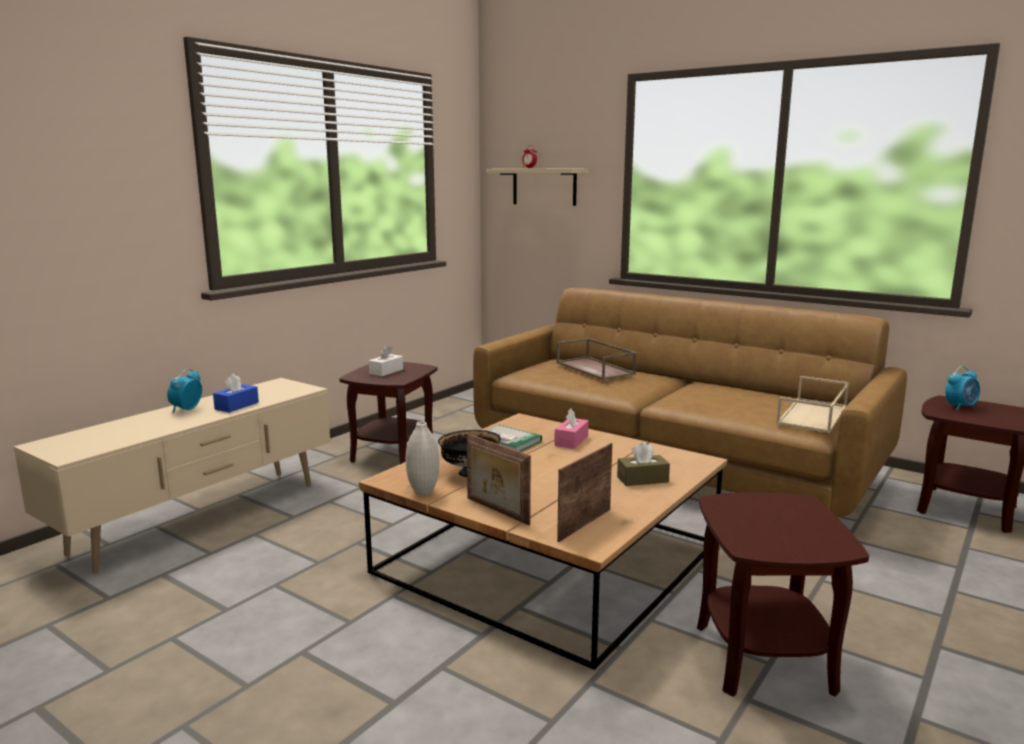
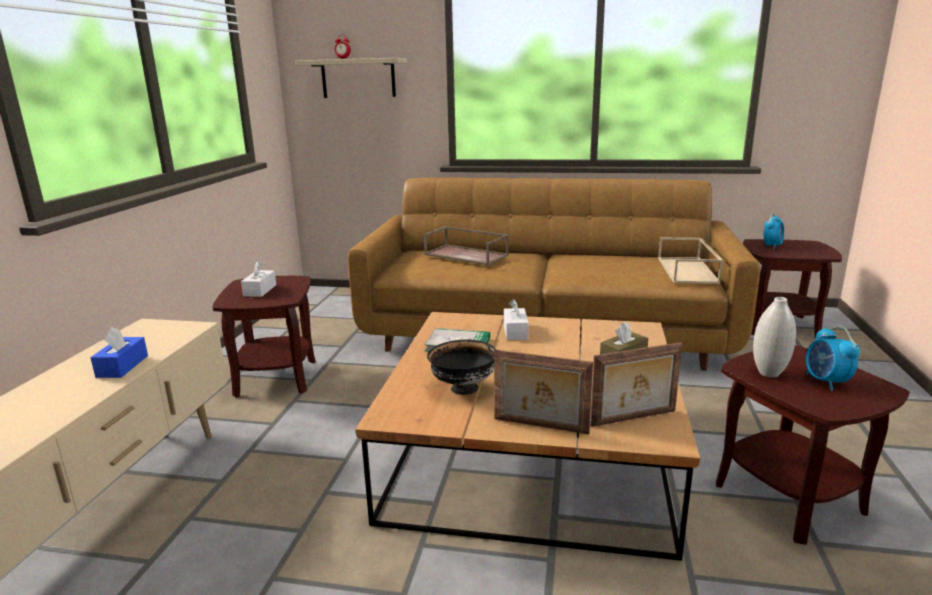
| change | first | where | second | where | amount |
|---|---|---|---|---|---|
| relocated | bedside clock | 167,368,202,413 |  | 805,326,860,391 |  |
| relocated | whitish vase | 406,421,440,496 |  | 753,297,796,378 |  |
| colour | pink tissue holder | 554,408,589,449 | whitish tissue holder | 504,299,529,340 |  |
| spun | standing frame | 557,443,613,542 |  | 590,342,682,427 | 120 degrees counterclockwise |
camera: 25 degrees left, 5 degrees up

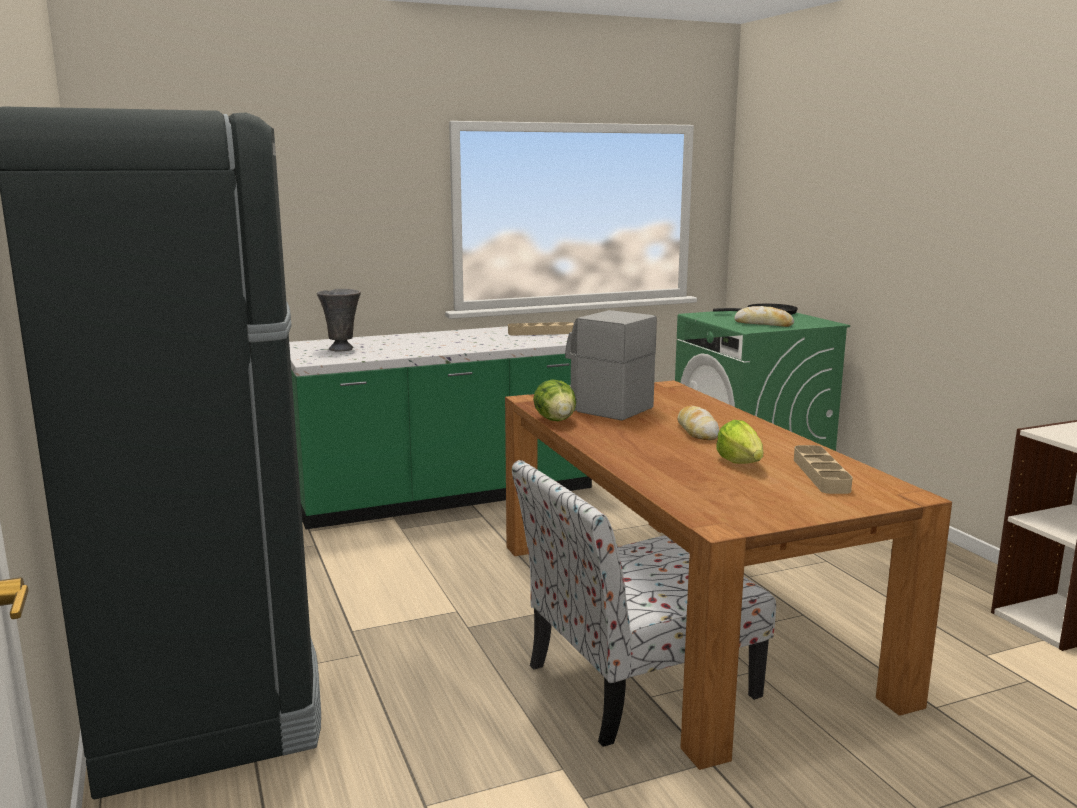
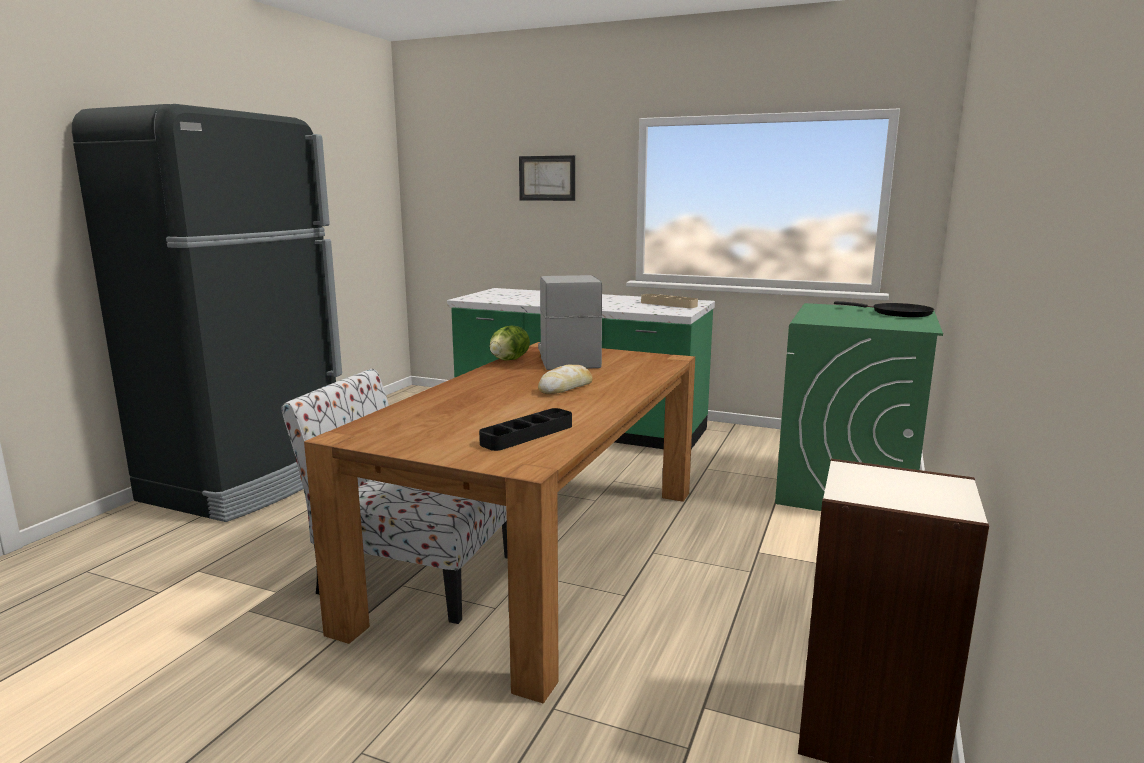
| change | first | where | second | where | amount |
|---|---|---|---|---|---|
| missing | gray vase | 317,289,361,352 |  |  |  |
| missing | lettuce | 716,420,763,464 |  |  |  |
| missing | bakery bread | 734,306,794,327 |  |  |  |
| appeared |  |  | wall art | 519,155,575,201 |  |
| colour | beige-coloured carrying tray | 794,445,853,494 | black carrying tray | 479,408,572,451 |  |
camera: 45 degrees right, 0 degrees up

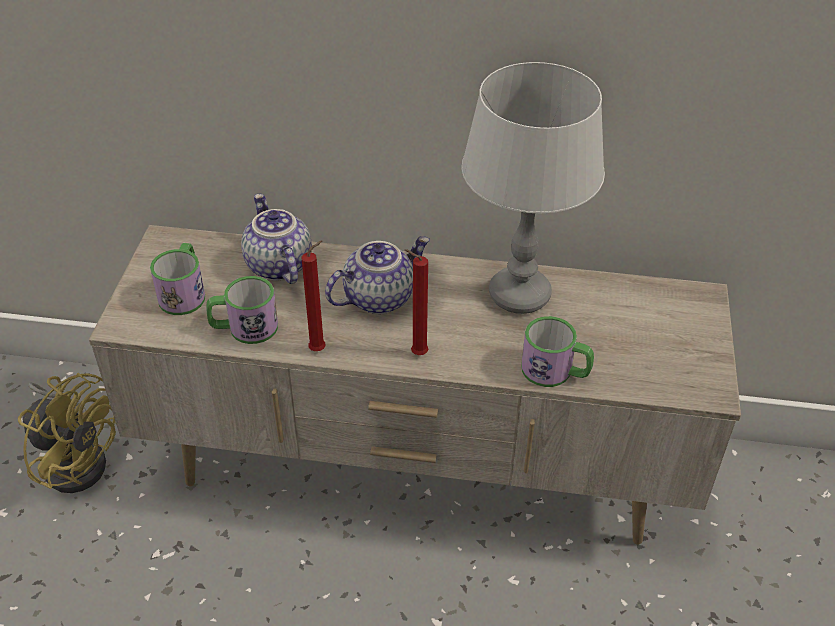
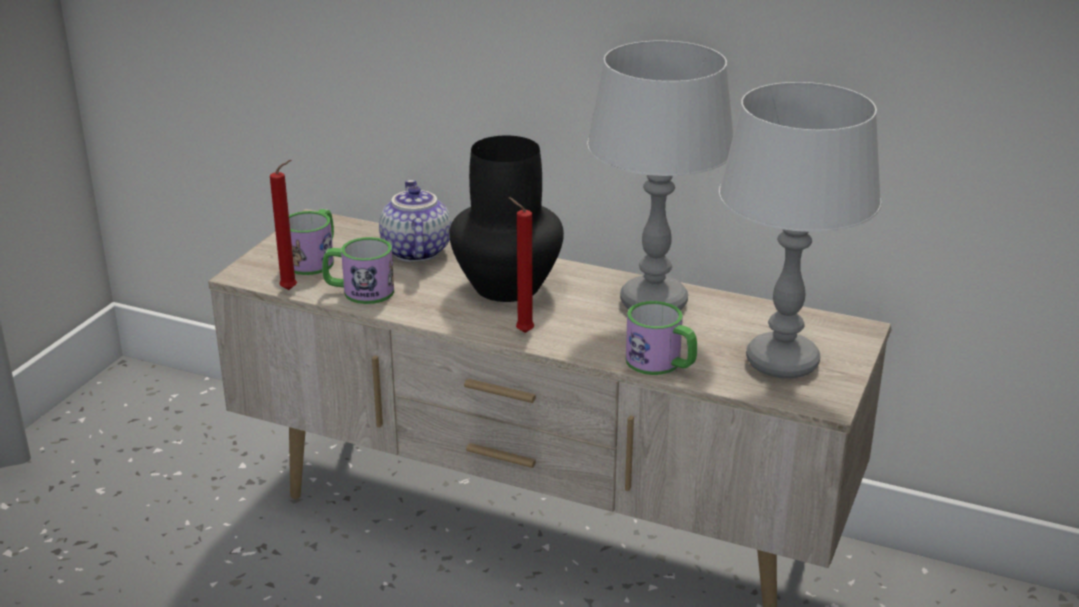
| change | first | where | second | where | amount |
|---|---|---|---|---|---|
| missing | yellowish electric fan | 18,373,116,493 |  |  |  |
| appeared |  |  | gray lamp for a table | 719,82,881,378 |  |
| relocated | reddish wax light | 301,240,326,351 |  | 270,160,297,290 |  |
| exchanged | pot for tea | 325,236,430,314 | black vase | 449,135,564,302 |  |
camera: 15 degrees right, 15 degrees down

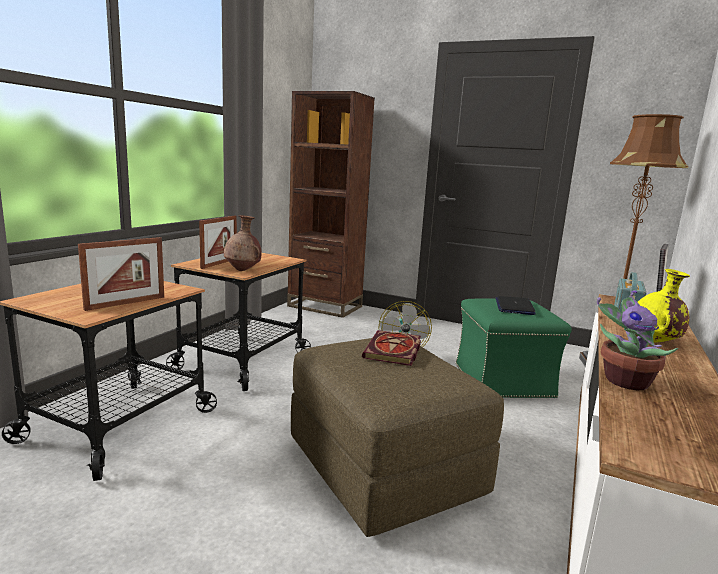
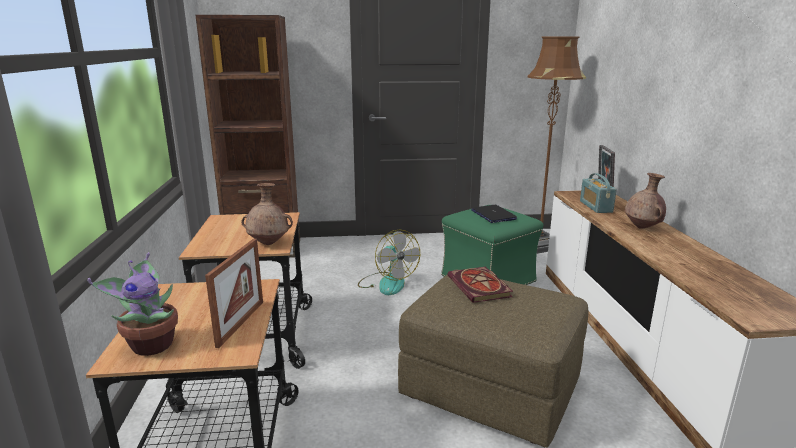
| change | first | where | second | where | amount |
|---|---|---|---|---|---|
| missing | standing frame | 199,216,237,269 |  |  |  |
| relocated | plant in a pot | 597,290,678,390 |  | 87,252,178,356 |  |
| colour | yellowish vase | 638,269,690,343 | brown-coloured vase | 625,173,666,229 |  |
camera: 30 degrees left, 5 degrees up

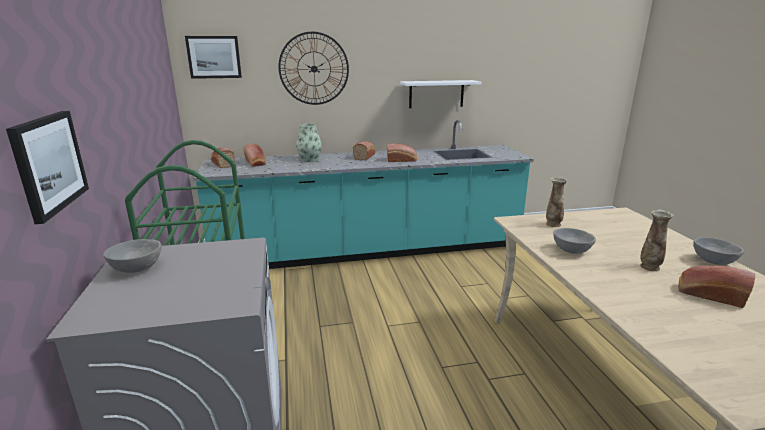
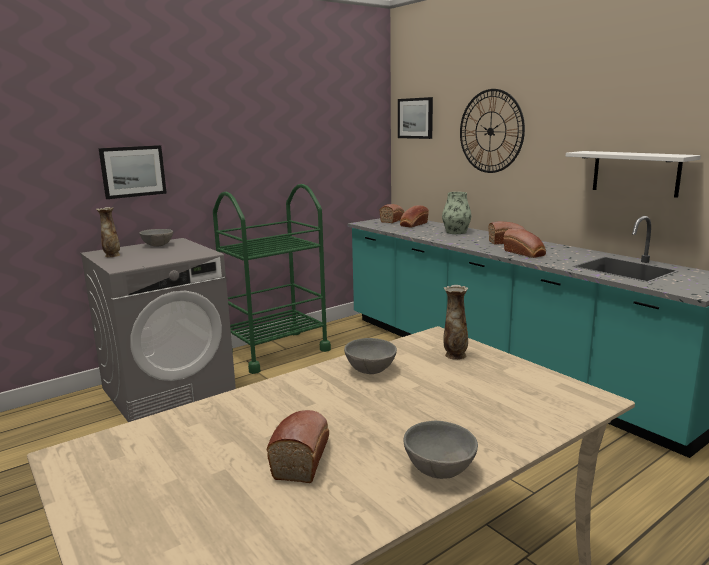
| change | first | where | second | where | amount |
|---|---|---|---|---|---|
| relocated | vase | 640,209,674,271 |  | 96,207,120,257 |  |
camera: 65 degrees right, 5 degrees down

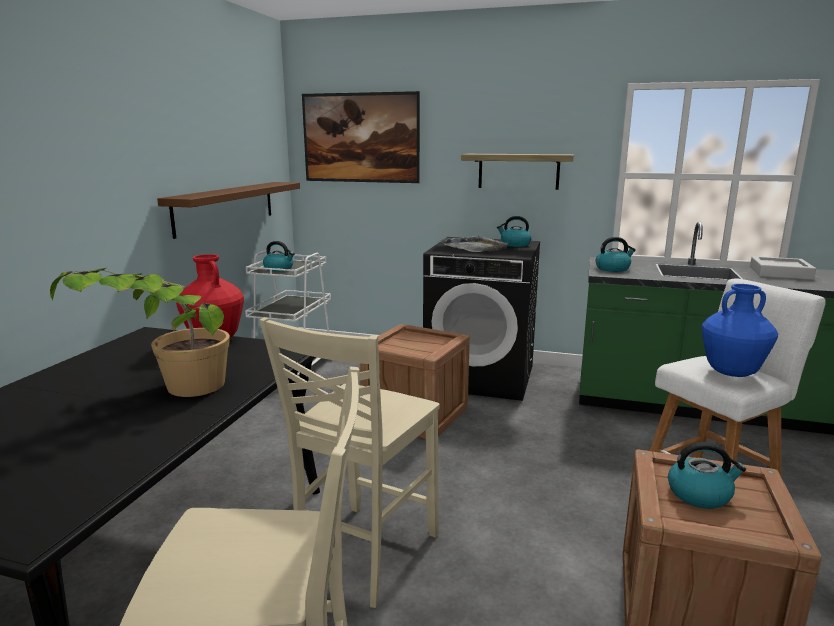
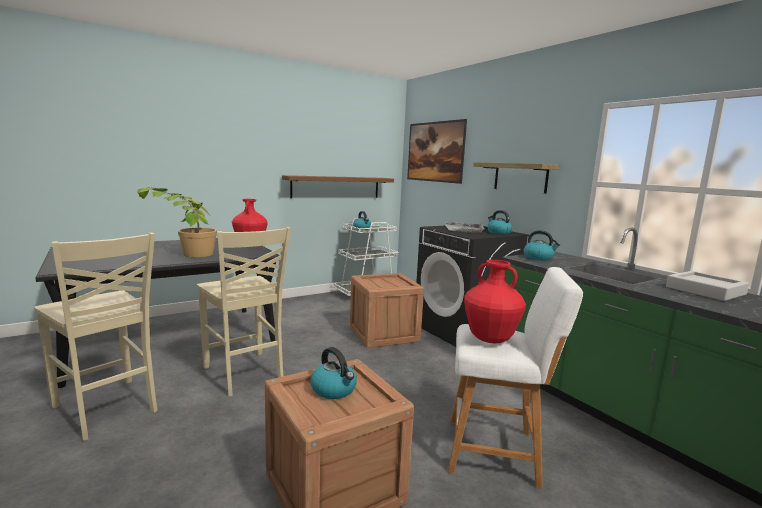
| change | first | where | second | where | amount |
|---|---|---|---|---|---|
| colour | bluish vase | 702,284,778,377 | reddish vase | 464,260,526,343 |  |
| spun | beige-coloured upright chair | 259,317,440,608 |  | 197,227,291,397 | 105 degrees counterclockwise |
camera: 40 degrees right, 5 degrees down

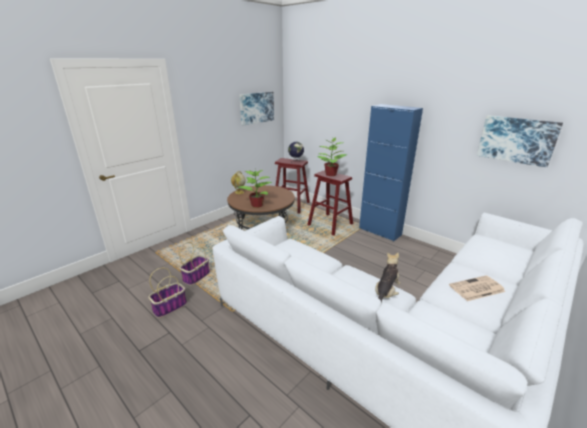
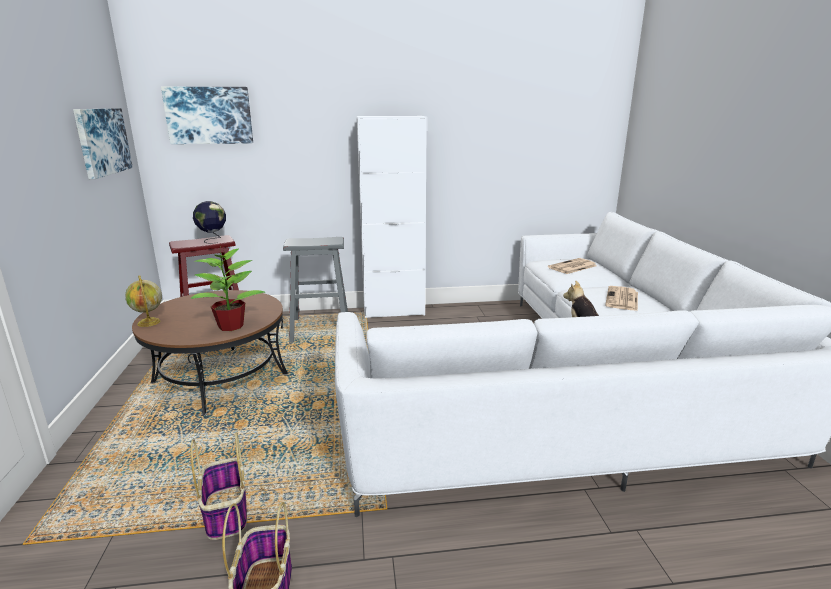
| change | first | where | second | where | amount |
|---|---|---|---|---|---|
| missing | plant in a pot | 317,138,347,176 |  |  |  |
| appeared |  |  | printed paper | 548,258,597,274 |  |
| relocated | wall art | 477,115,563,168 |  | 161,87,253,144 |  |
| colour | reddish stool seat | 307,170,353,236 | gray stool seat | 283,237,348,343 |  |
| colour | bluish cabinet | 359,104,423,241 | whitish cabinet | 357,116,427,318 |  |
camera: 50 degrees left, 5 degrees down

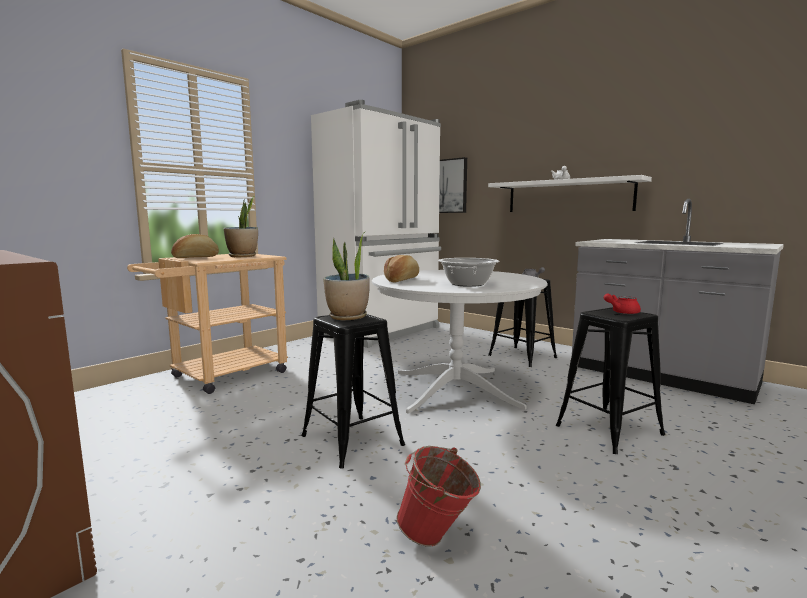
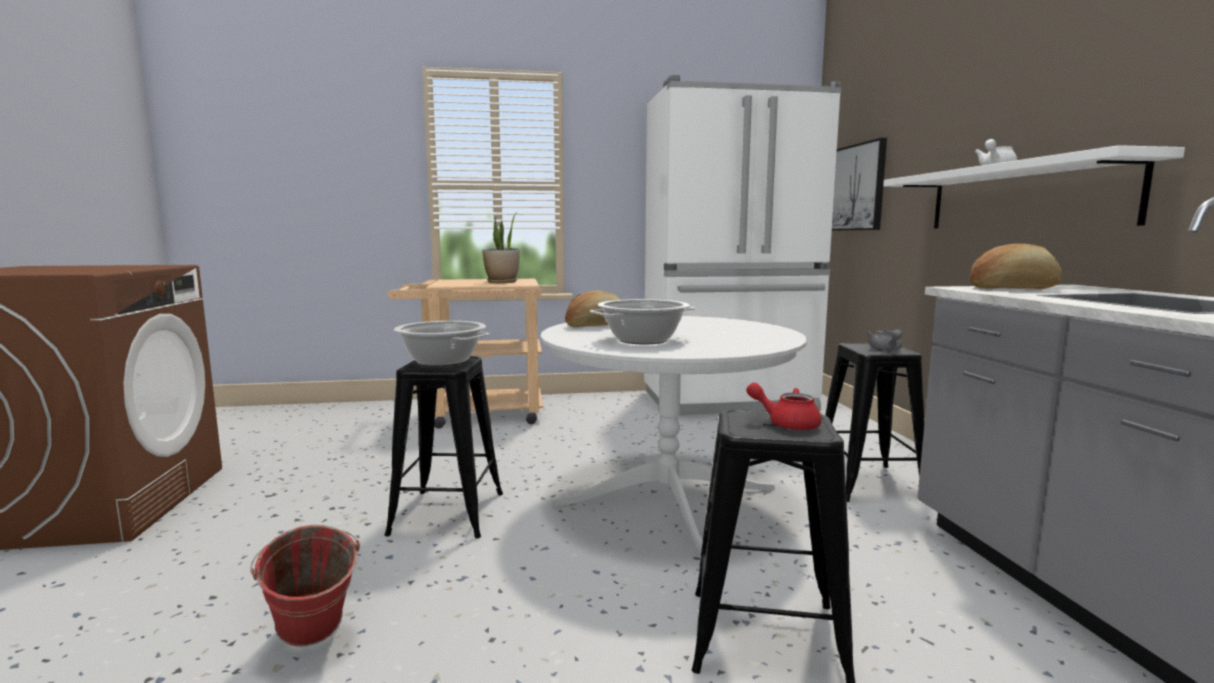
| change | first | where | second | where | amount |
|---|---|---|---|---|---|
| relocated | bakery bread | 171,234,219,258 |  | 970,244,1063,289 |  |
| exchanged | plant in a pot | 323,232,370,320 | cooking pot | 394,321,490,366 |  |
camera: 40 degrees right, 0 degrees up

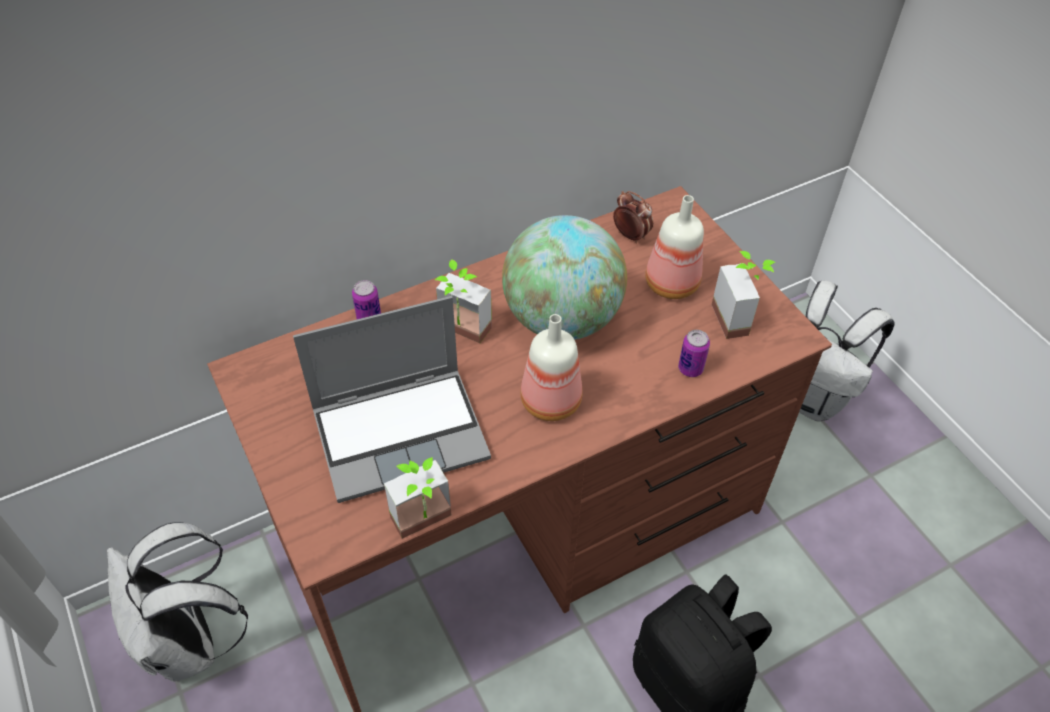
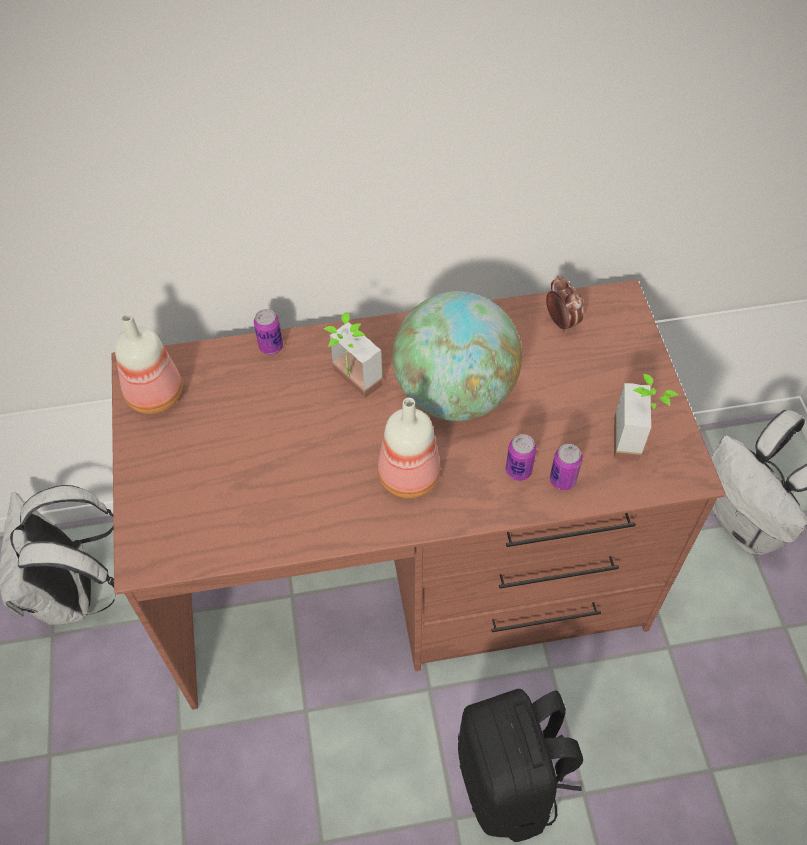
| change | first | where | second | where | amount |
|---|---|---|---|---|---|
| missing | notebook computer | 293,296,491,503 |  |  |  |
| missing | plant in a pot | 384,457,451,539 |  |  |  |
| appeared |  |  | sealed can | 506,434,537,481 |  |
| relocated | bottle | 645,195,704,299 |  | 115,313,183,414 |  |
camera: 20 degrees right, 5 degrees up

